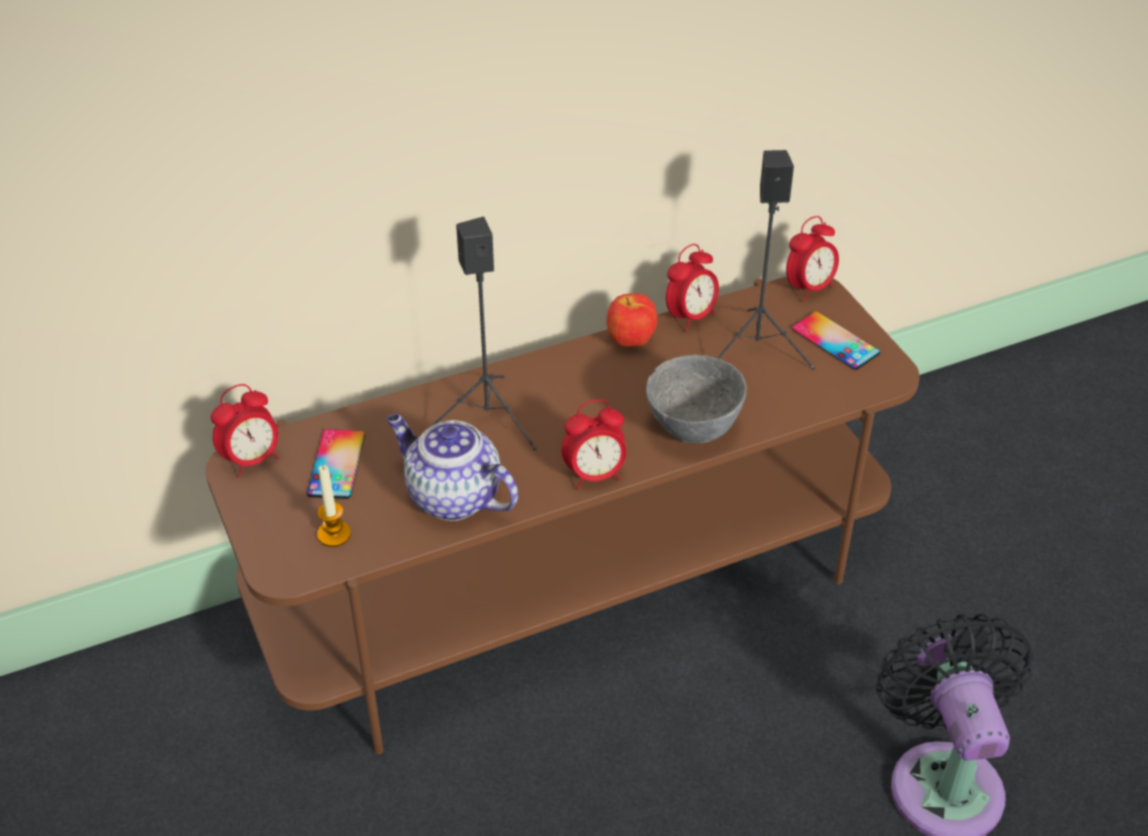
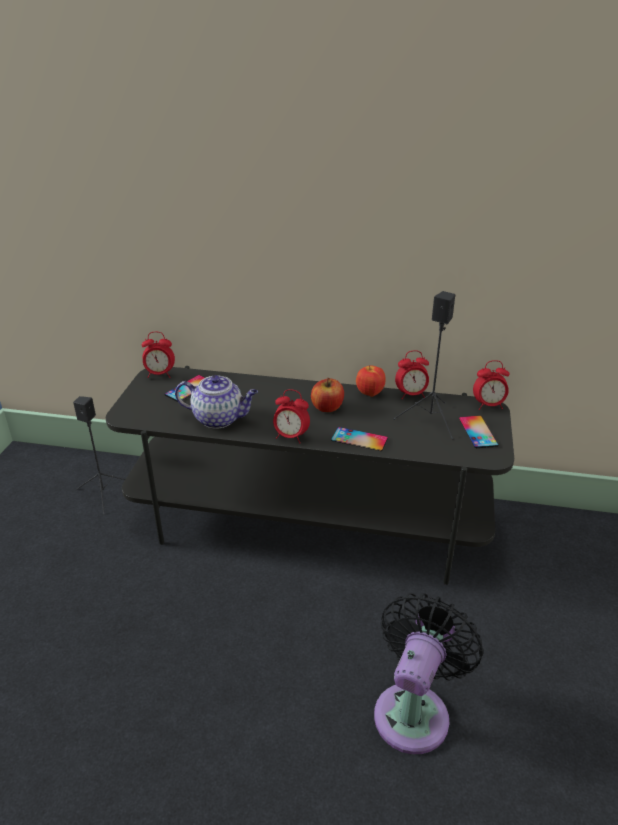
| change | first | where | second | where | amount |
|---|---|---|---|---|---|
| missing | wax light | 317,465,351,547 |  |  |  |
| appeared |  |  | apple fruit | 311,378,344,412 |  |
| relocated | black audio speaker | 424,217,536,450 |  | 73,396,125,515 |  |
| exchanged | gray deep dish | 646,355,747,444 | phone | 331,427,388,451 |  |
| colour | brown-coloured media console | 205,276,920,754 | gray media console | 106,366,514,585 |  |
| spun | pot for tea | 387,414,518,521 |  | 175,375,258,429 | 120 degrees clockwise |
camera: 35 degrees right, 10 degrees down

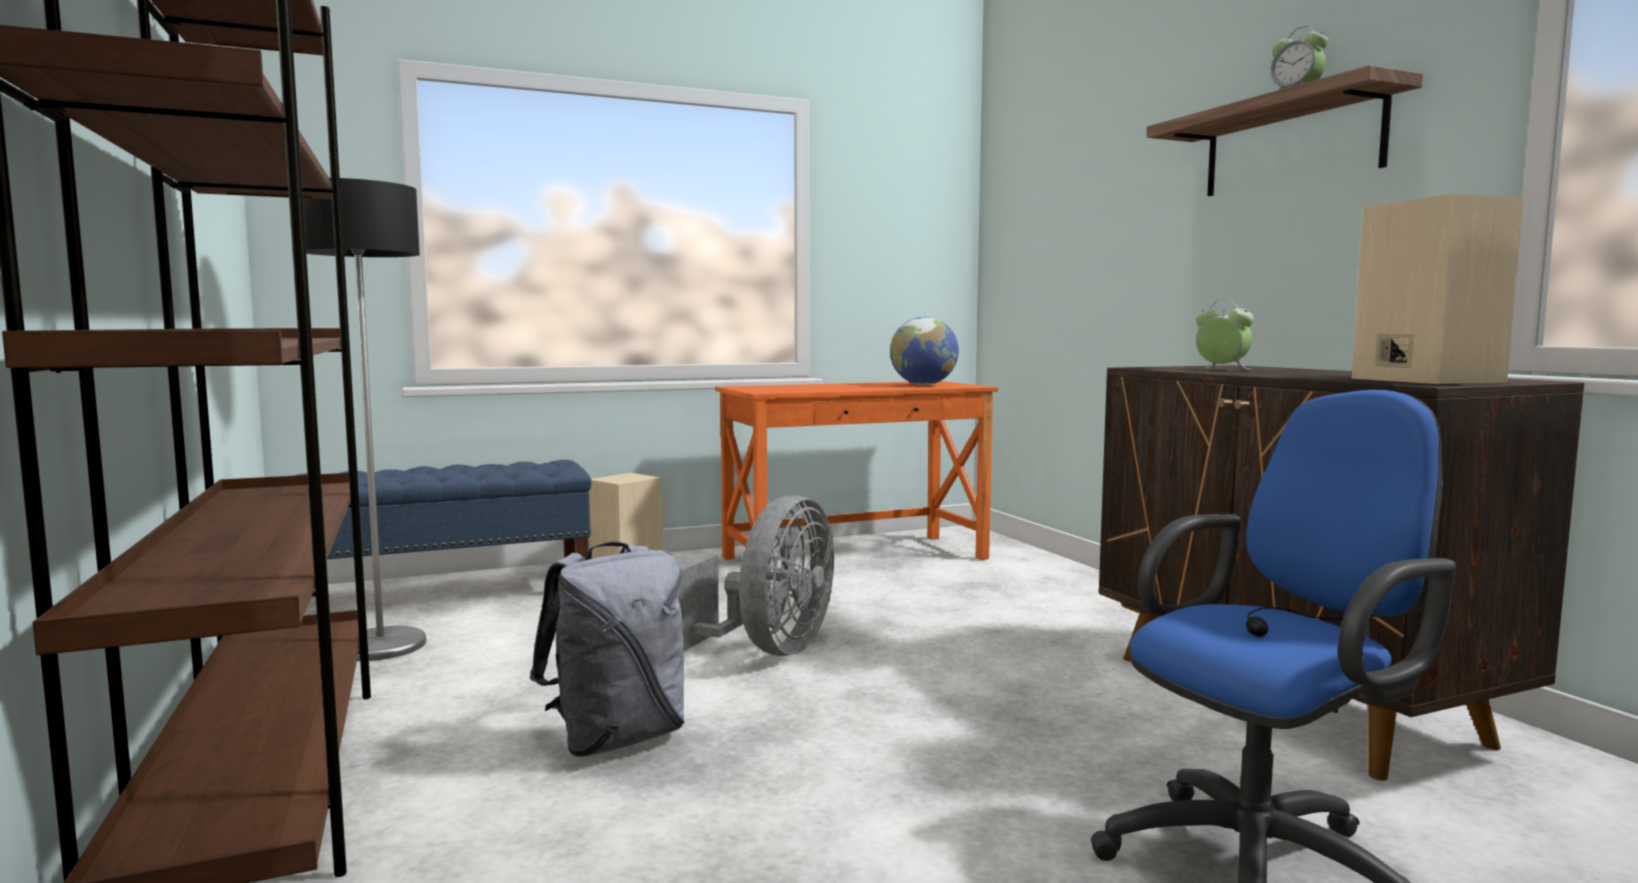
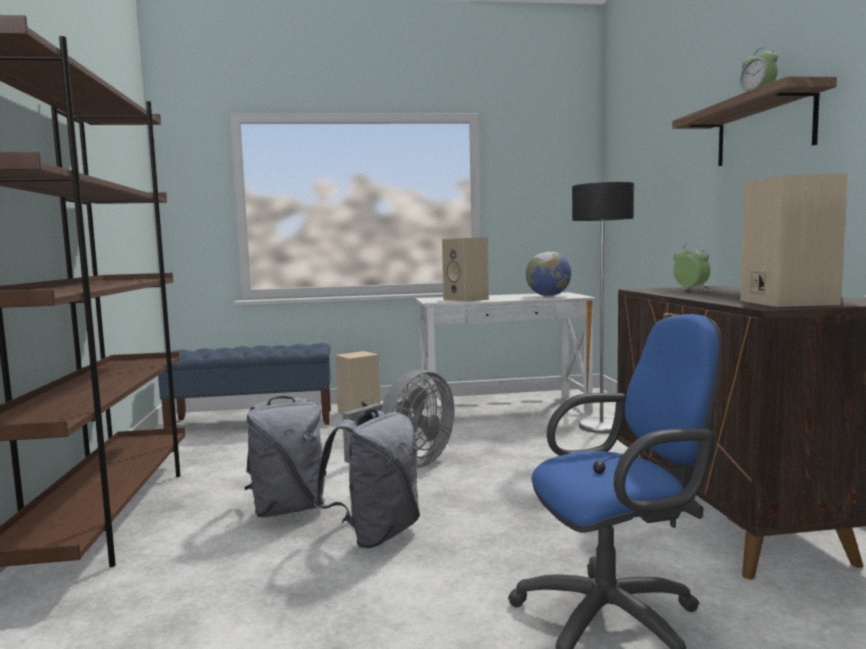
| change | first | where | second | where | amount |
|---|---|---|---|---|---|
| appeared |  |  | gray rucksack | 314,409,420,549 |  |
| appeared |  |  | beige-coloured audio speaker | 442,237,489,302 |  |
| relocated | standard lamp | 303,178,426,661 |  | 572,182,634,433 |  |
| colour | orange-coloured desk | 715,381,998,560 | whitish desk | 415,292,596,416 |  |
camera: 15 degrees right, 0 degrees up

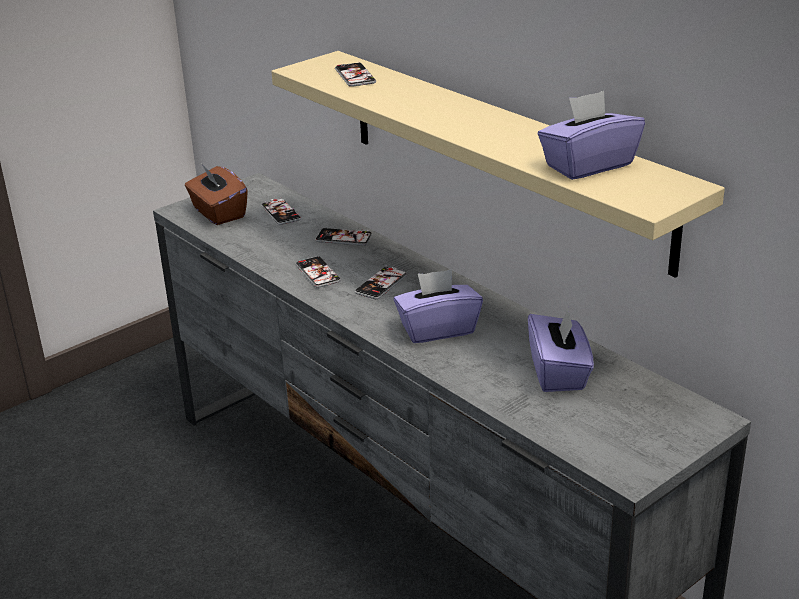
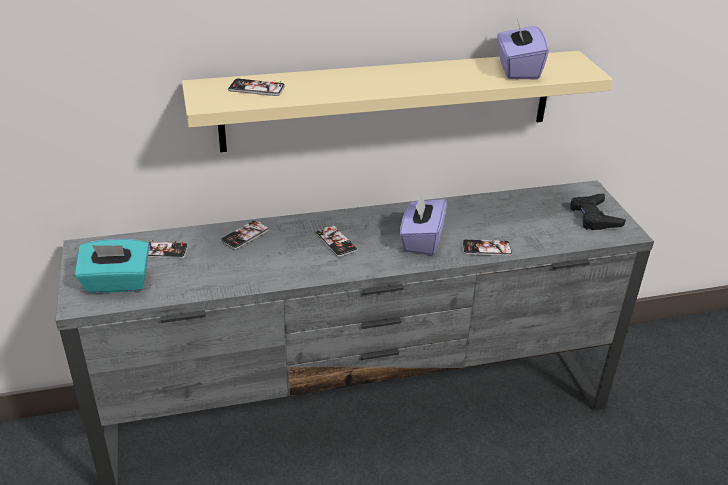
| change | first | where | second | where | amount |
|---|---|---|---|---|---|
| missing | purplish tissue holder | 528,307,594,392 |  |  |  |
| appeared |  |  | black game controller | 570,193,626,230 |  |
| relocated | phone | 296,256,341,288 |  | 462,240,512,256 |  |
| colour | brown-coloured tissue holder | 185,163,248,225 | blue-green tissue holder | 75,239,149,293 |  |
camera: 65 degrees left, 5 degrees up

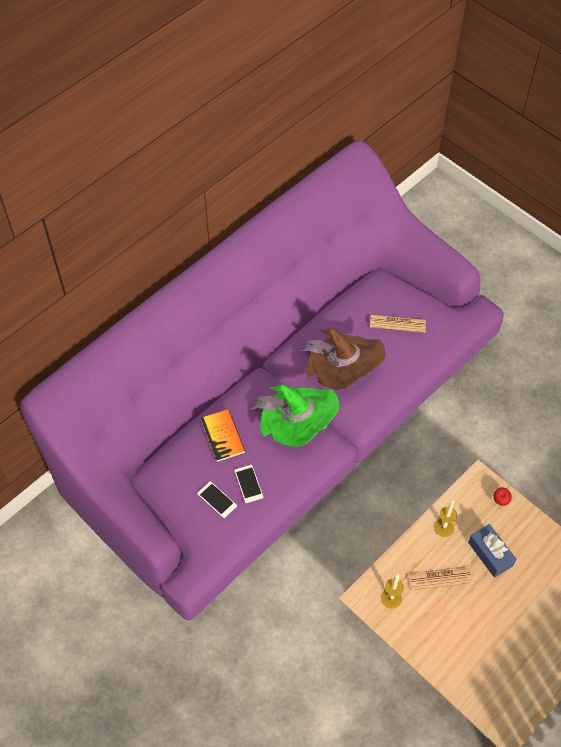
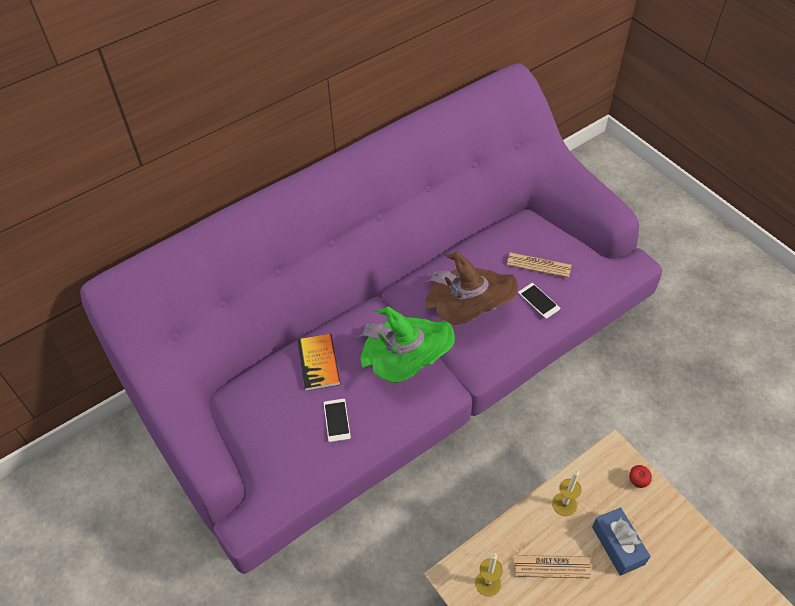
| change | first | where | second | where | amount |
|---|---|---|---|---|---|
| relocated | phone | 197,481,237,518 |  | 518,283,560,319 |  |
camera: 10 degrees right, 5 degrees down

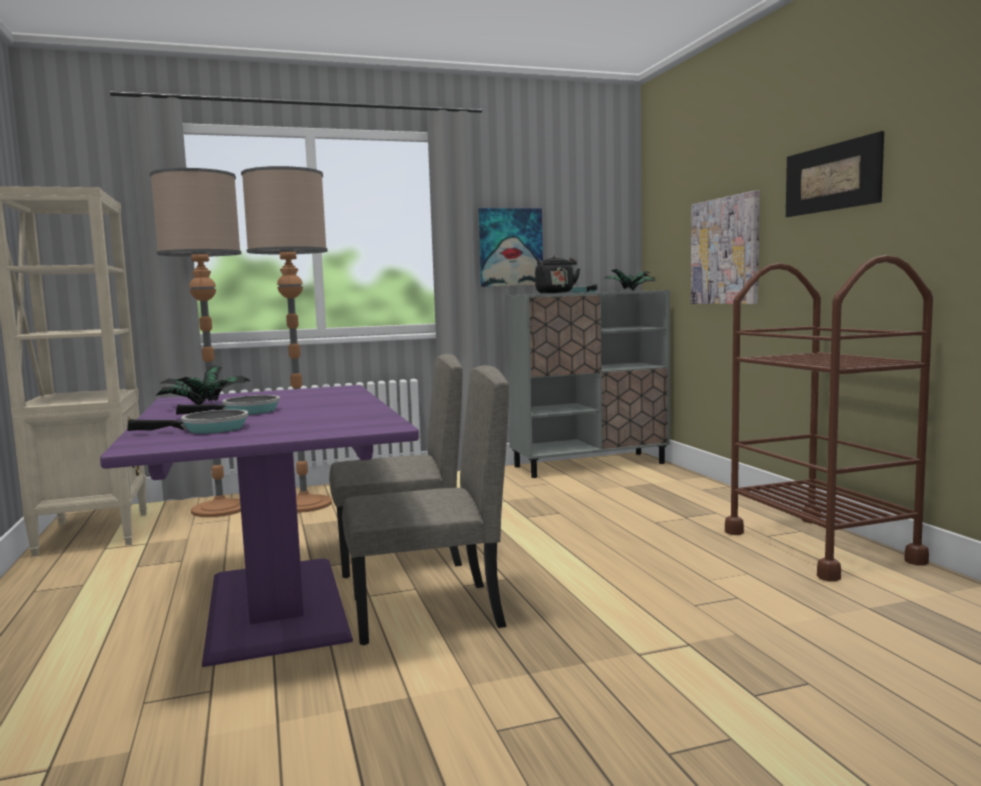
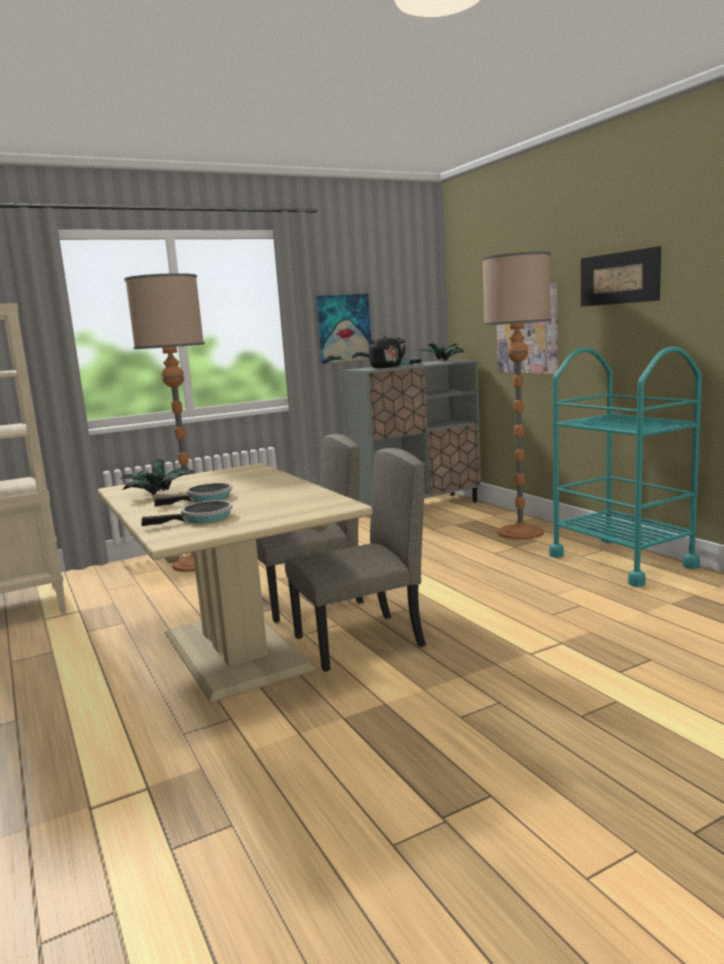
| change | first | where | second | where | amount |
|---|---|---|---|---|---|
| relocated | standard lamp | 150,168,241,517 |  | 482,251,551,540 |  |
| colour | purplish kitchen table | 100,385,419,667 | beige-coloured kitchen table | 98,463,373,703 |  |
| colour | brown-coloured cart | 725,255,933,582 | blue-green cart | 549,346,702,587 |  |
camera: 10 degrees left, 5 degrees up

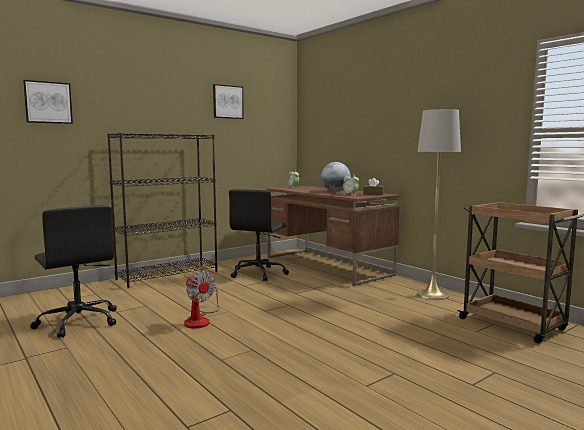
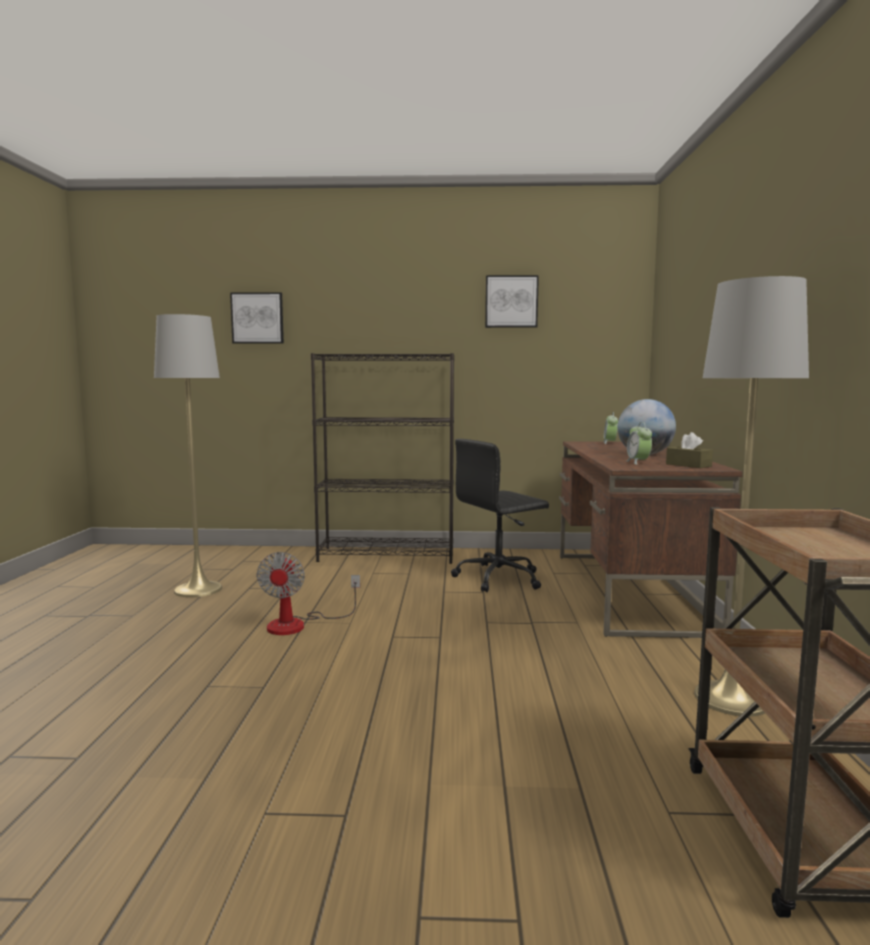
| change | first | where | second | where | amount |
|---|---|---|---|---|---|
| exchanged | black computer chair | 30,205,116,338 | gray standard lamp | 154,314,222,597 |  |
camera: 40 degrees right, 0 degrees up

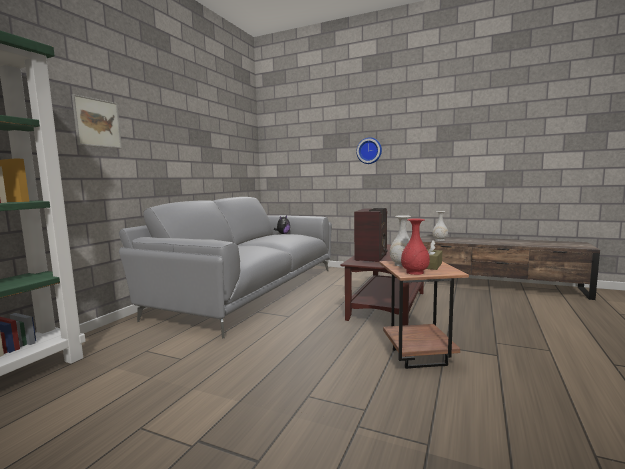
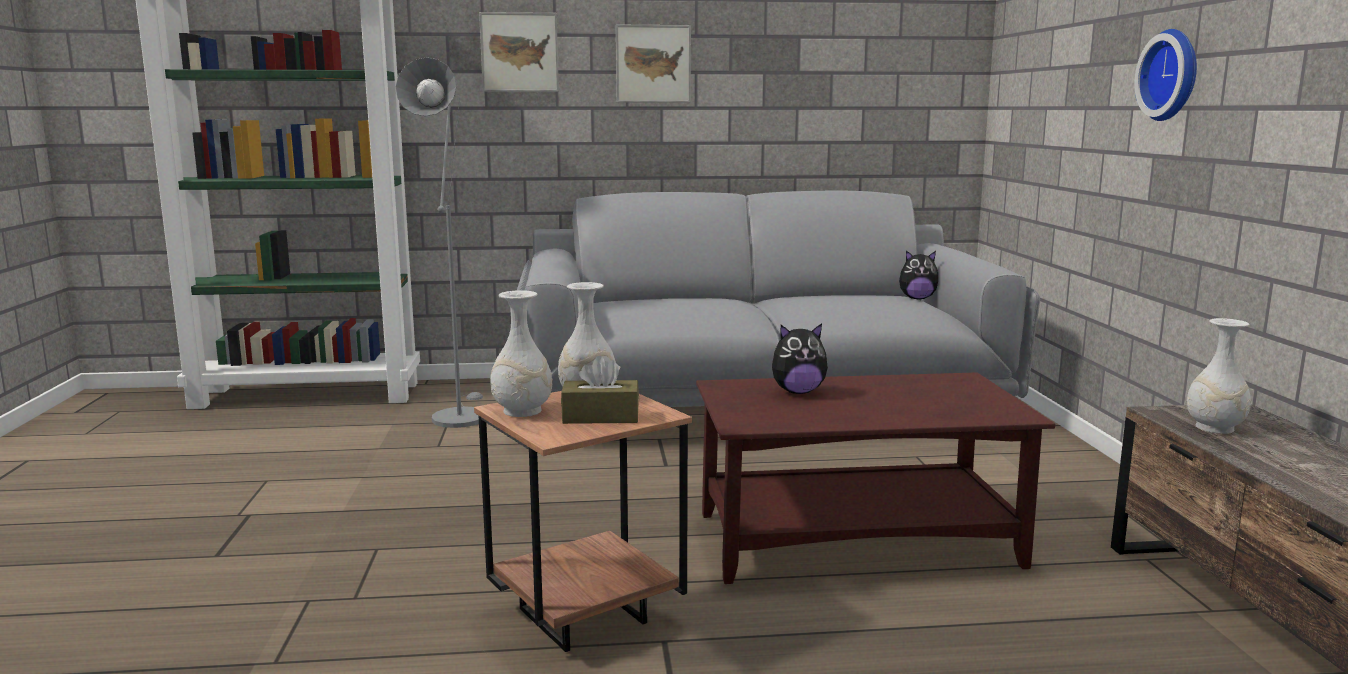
| change | first | where | second | where | amount |
|---|---|---|---|---|---|
| appeared |  |  | gray standard lamp | 396,57,483,428 |  |
| appeared |  |  | wall art | 616,24,691,102 |  |
| exchanged | radio | 354,208,388,262 | cuddly toy | 772,323,828,394 |  |
| colour | reddish vase | 401,219,430,275 | whitish vase | 490,290,552,417 |  |
camera: 60 degrees right, 5 degrees up

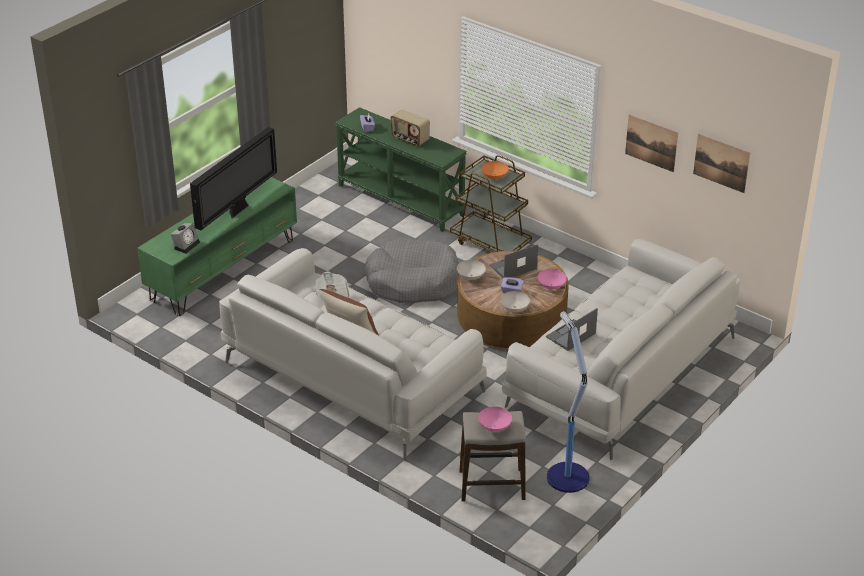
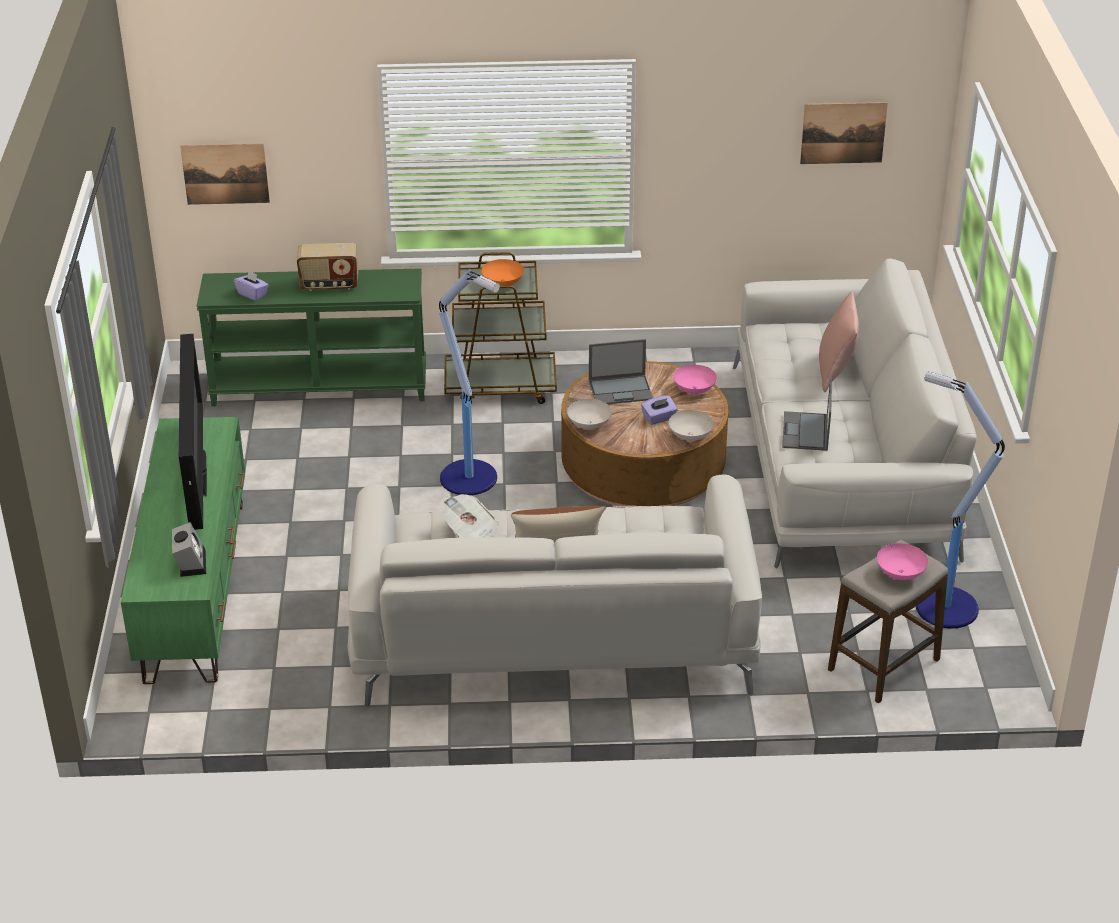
| change | first | where | second | where | amount |
|---|---|---|---|---|---|
| appeared |  |  | pink throw pillow | 819,290,859,392 |  |
| relocated | wall art | 625,115,678,172 |  | 180,143,270,205 |  |
| exchanged | gray pet bed | 364,238,459,303 | standard lamp | 439,269,500,495 |  |
| spun | notebook computer | 490,244,538,278 |  | 589,339,653,404 | 120 degrees counterclockwise |
camera: 40 degrees left, 0 degrees up

